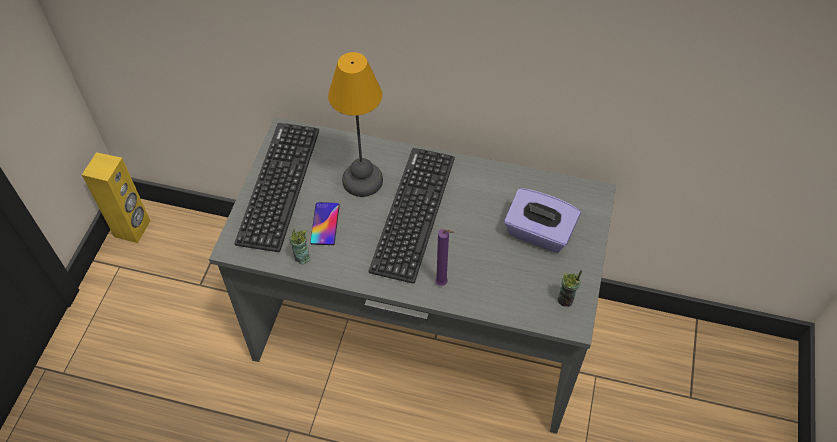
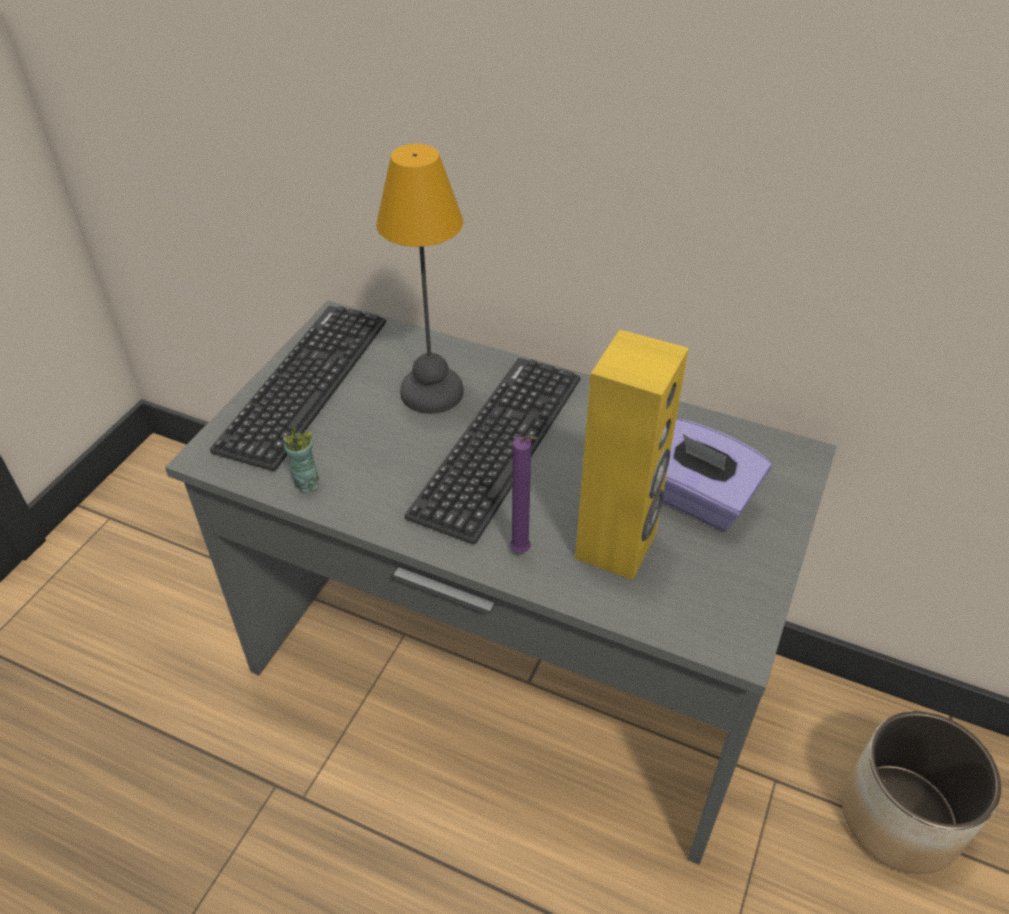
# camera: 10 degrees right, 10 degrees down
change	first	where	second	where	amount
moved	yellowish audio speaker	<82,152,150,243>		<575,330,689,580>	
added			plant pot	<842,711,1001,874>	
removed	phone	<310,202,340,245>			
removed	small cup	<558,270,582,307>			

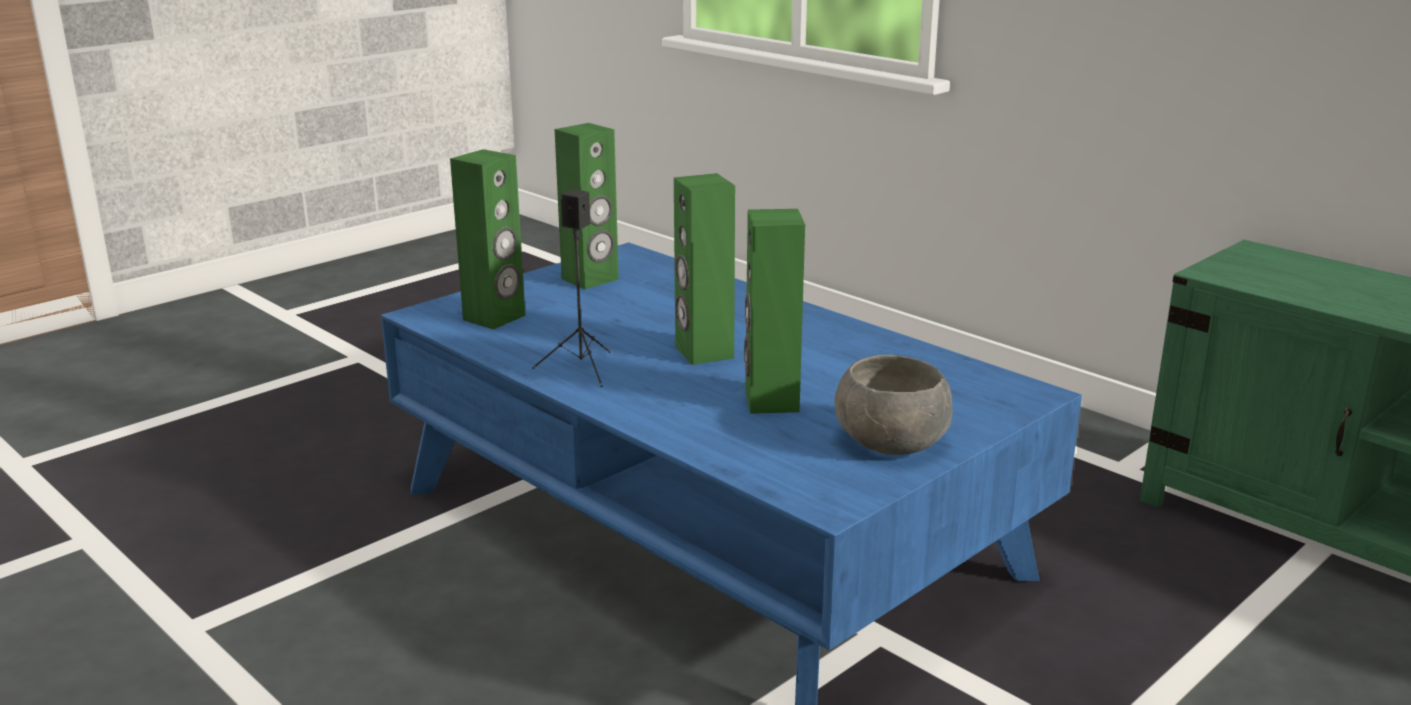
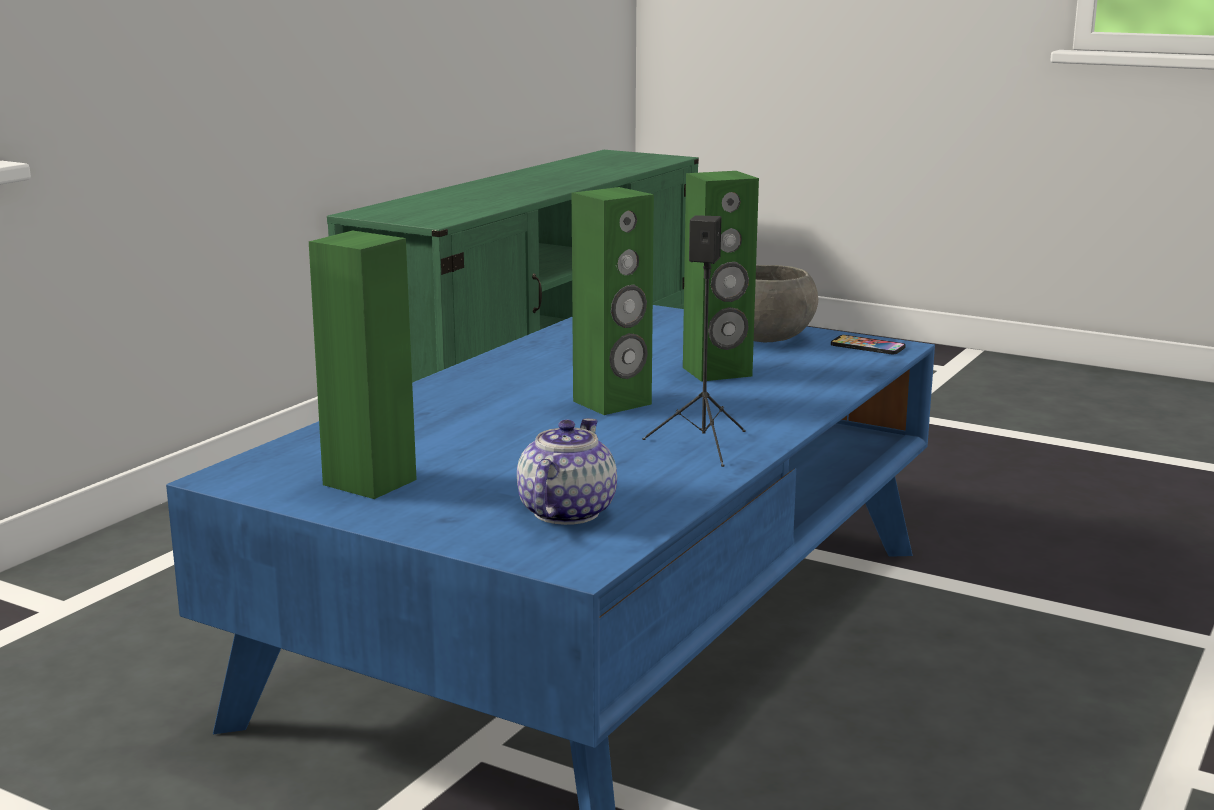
# camera: 105 degrees left, 5 degrees down
change	first	where	second	where	amount
replaced	green audio speaker	<450,149,525,330>	teapot	<517,418,617,525>	
added			phone	<831,335,906,354>	

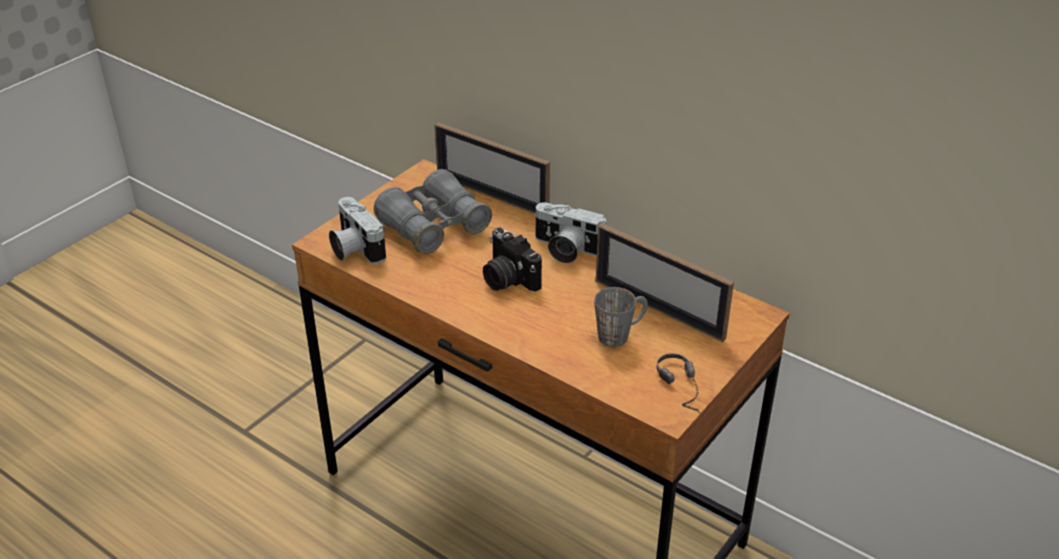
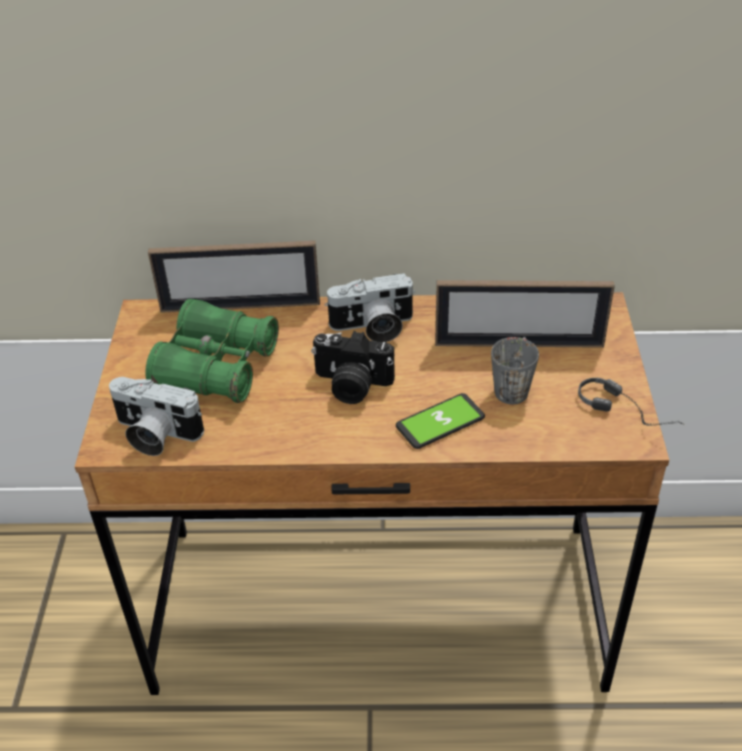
# camera: 35 degrees left, 5 degrees up
change	first	where	second	where	amount
recoloured	gray pair of binoculars	<374,169,492,254>	green pair of binoculars	<145,299,279,403>	
added			phone	<396,393,485,449>	

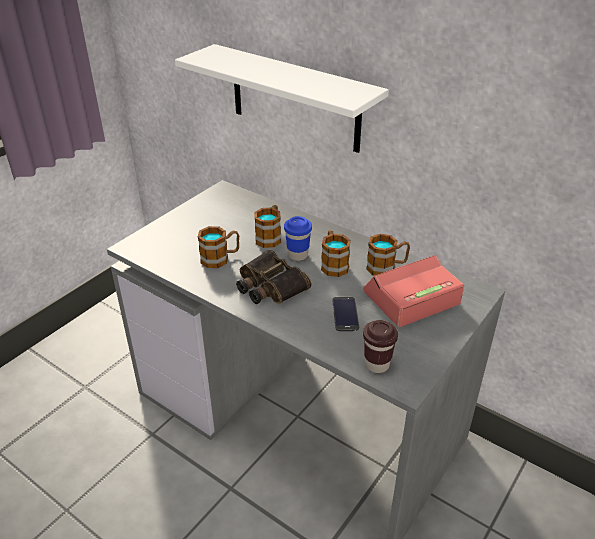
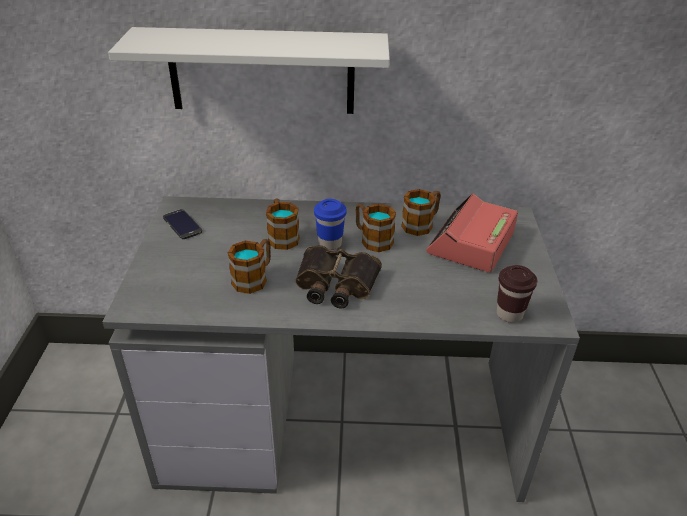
# camera: 35 degrees left, 0 degrees up
change	first	where	second	where	amount
moved	phone	<333,297,359,331>		<163,209,202,239>	

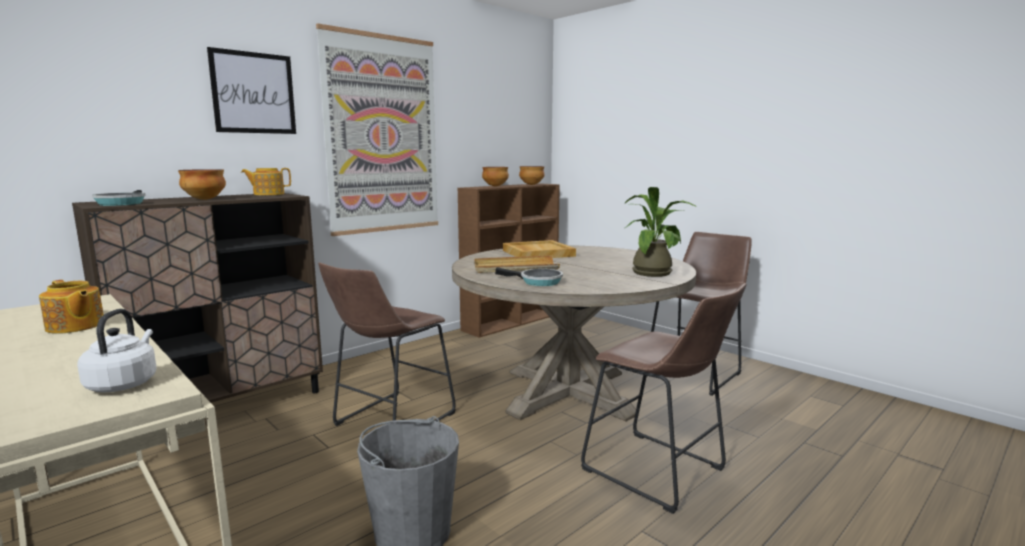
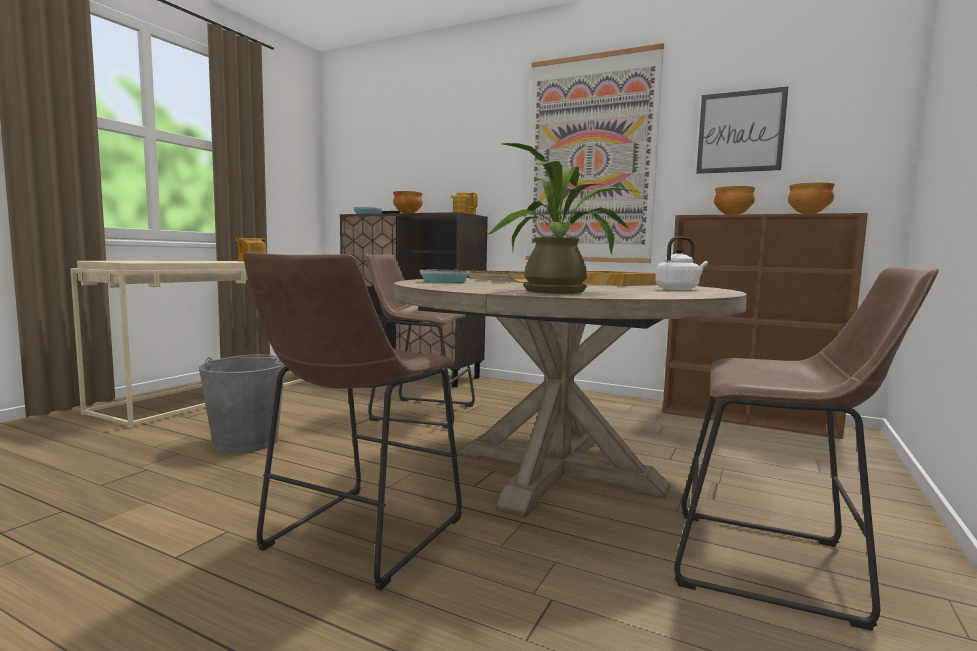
# camera: 70 degrees right, 5 degrees down
change	first	where	second	where	amount
moved	white-coloured tea kettle	<77,309,156,393>		<655,236,708,290>	
moved	picture	<207,47,296,134>		<696,86,789,174>	

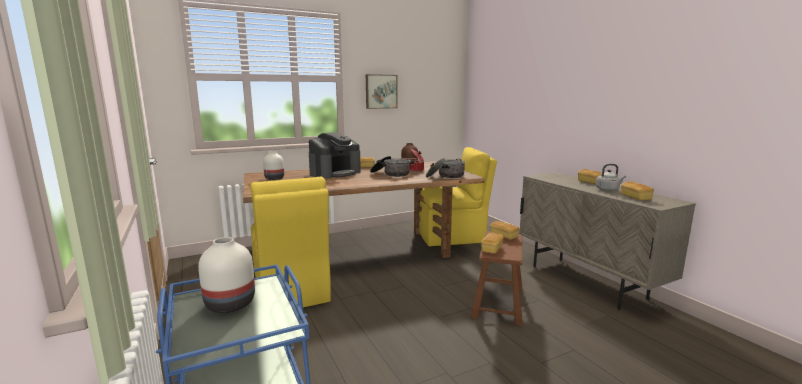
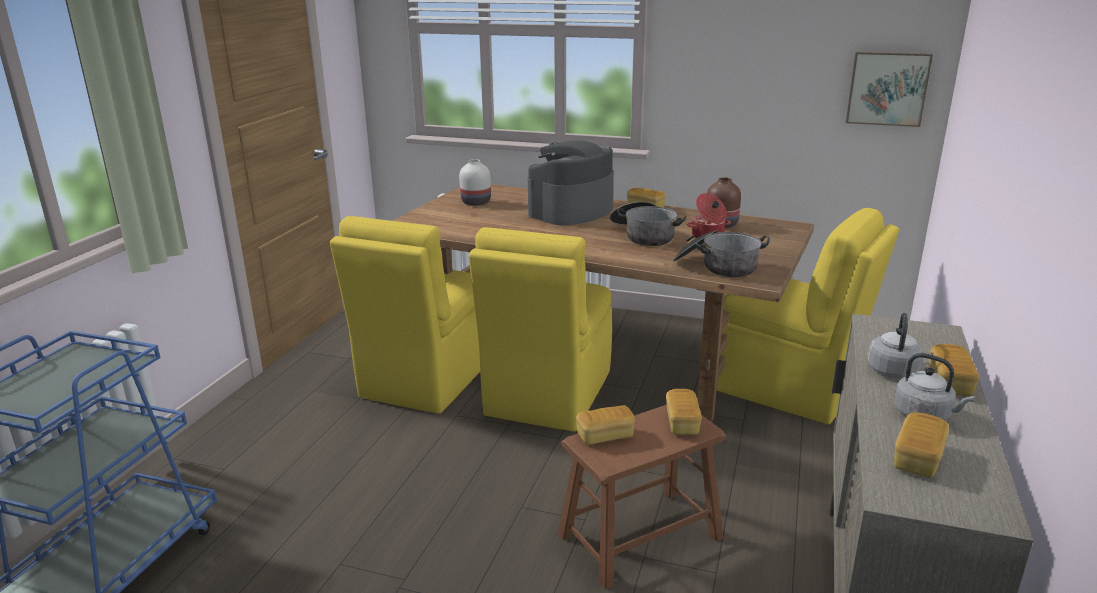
# camera: 45 degrees right, 10 degrees up
change	first	where	second	where	amount
added			yellowish plain chair	<469,227,612,432>	
turned	coffee maker	<309,132,361,179>		<528,141,614,225>	135 degrees clockwise
moved	picture	<366,74,398,109>		<846,51,933,127>	
added			gray tea kettle	<868,313,923,378>	
removed	white-coloured flower vase	<198,237,255,313>			

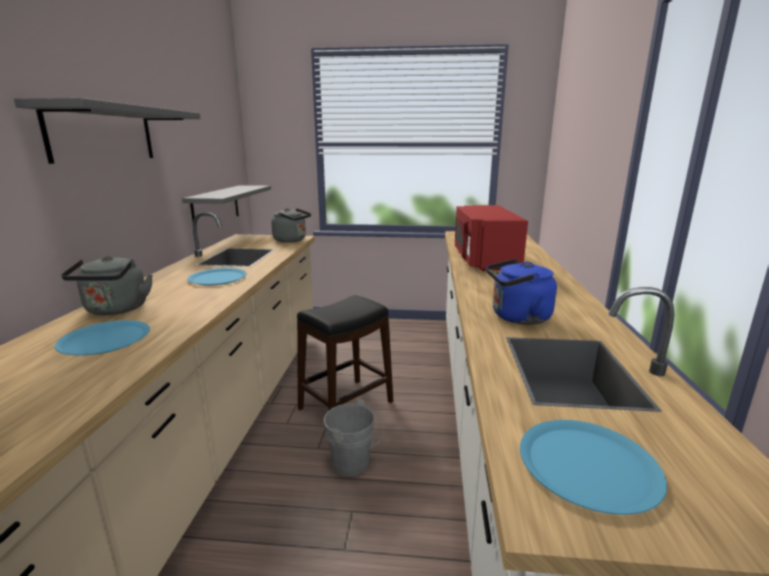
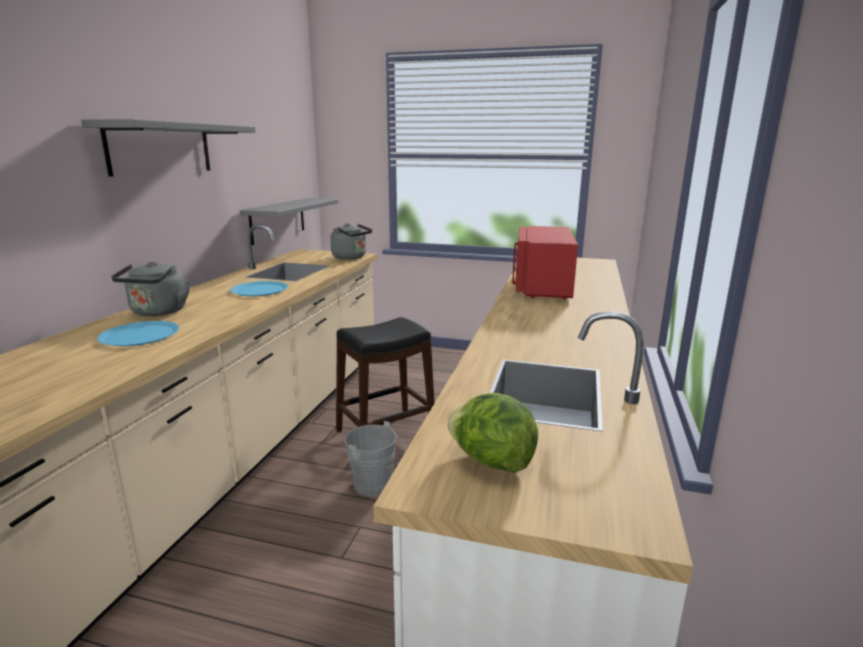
# camera: 10 degrees right, 0 degrees up
change	first	where	second	where	amount
replaced	bluish flat dish	<520,420,667,515>	head of lettuce	<447,393,538,473>	
removed	bluish tea kettle	<486,259,557,325>			

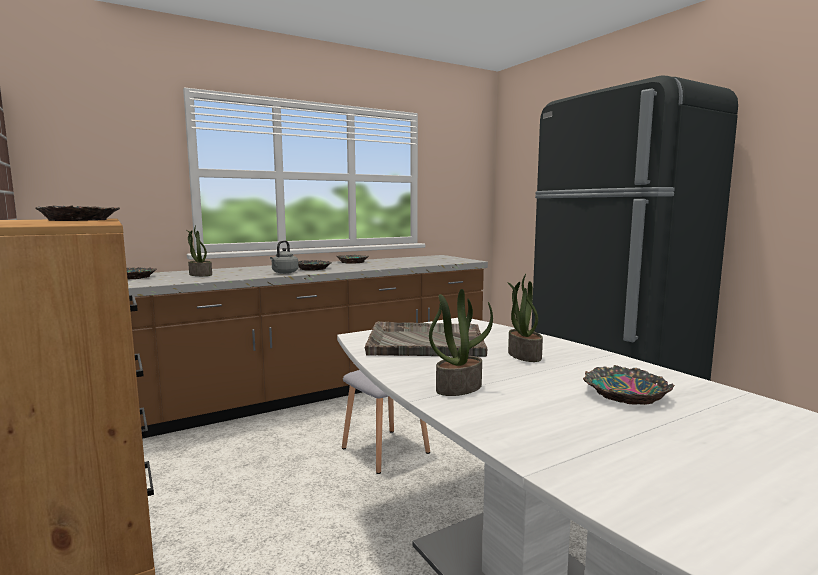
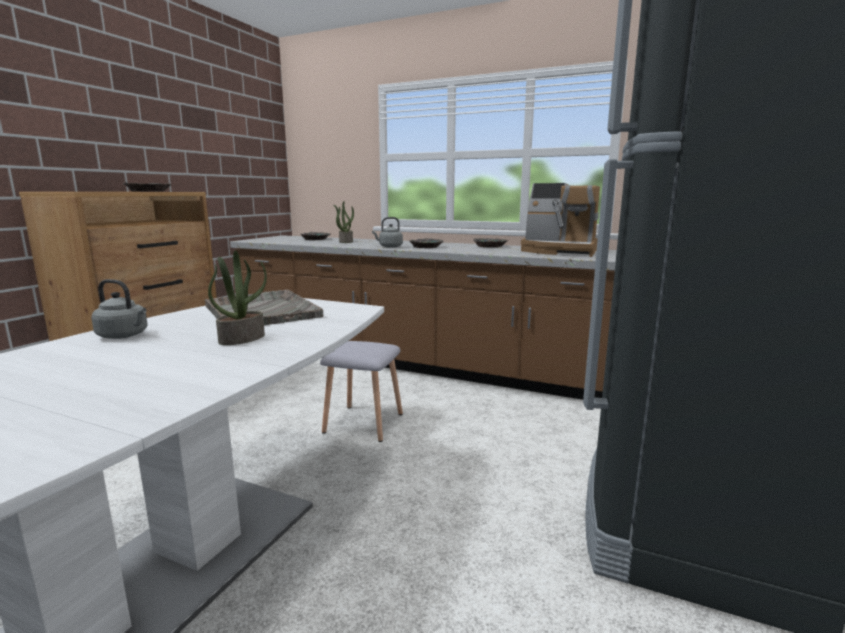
# camera: 55 degrees right, 5 degrees up
change	first	where	second	where	amount
replaced	potted plant	<429,289,493,396>	gray tea kettle	<91,279,147,339>	
added			coffee maker	<521,183,600,257>	
removed	deep dish	<583,365,675,405>			

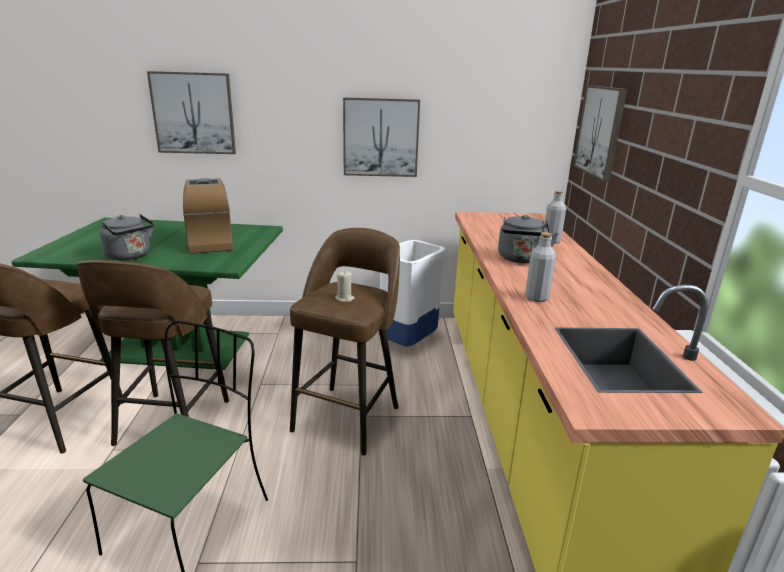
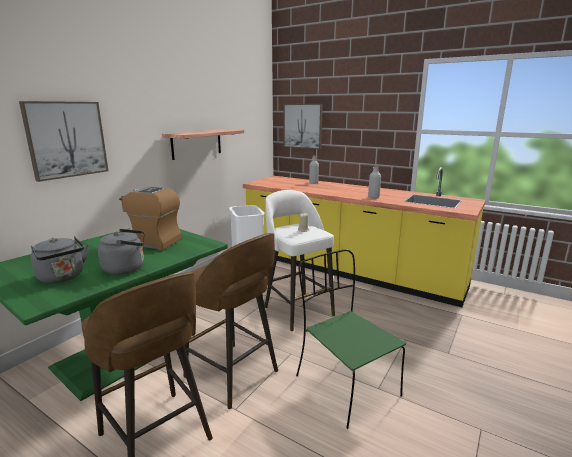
# camera: 55 degrees left, 5 degrees down
change	first	where	second	where	amount
moved	gray tea kettle	<498,215,559,263>		<31,236,89,283>	
replaced	picture	<343,97,420,177>	shelf	<162,129,244,160>	
recoloured	brown stool seat	<290,228,400,456>	white-coloured stool seat	<265,190,335,331>	

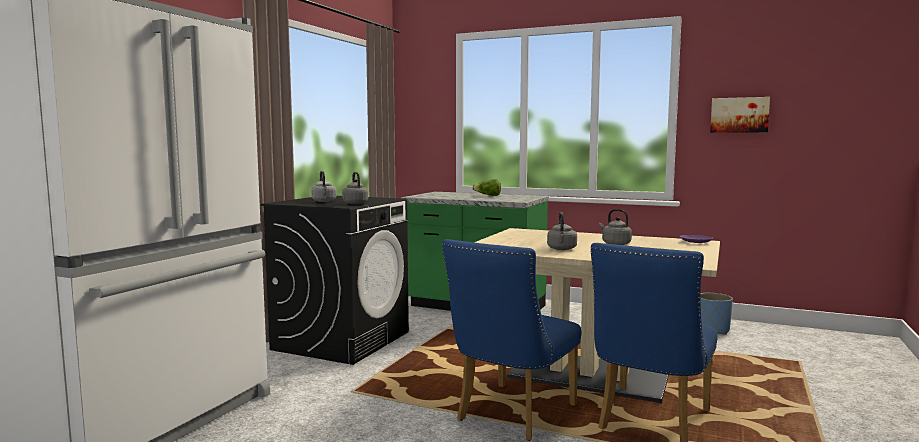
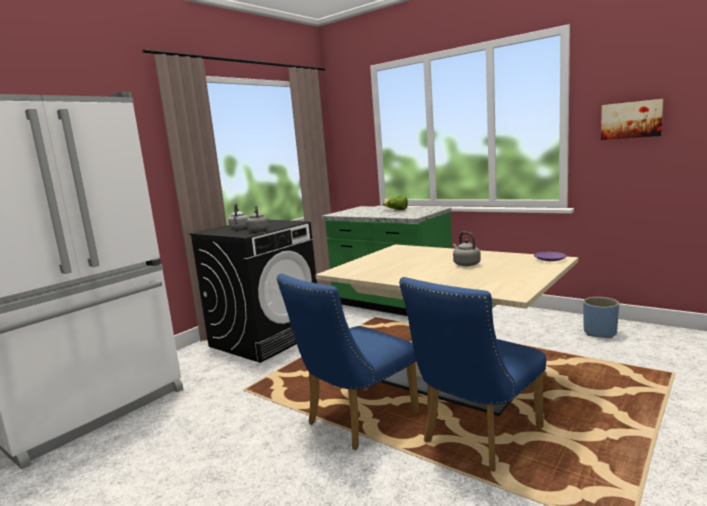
# camera: 15 degrees right, 5 degrees up
change	first	where	second	where	amount
removed	gray tea kettle	<547,212,577,250>			

